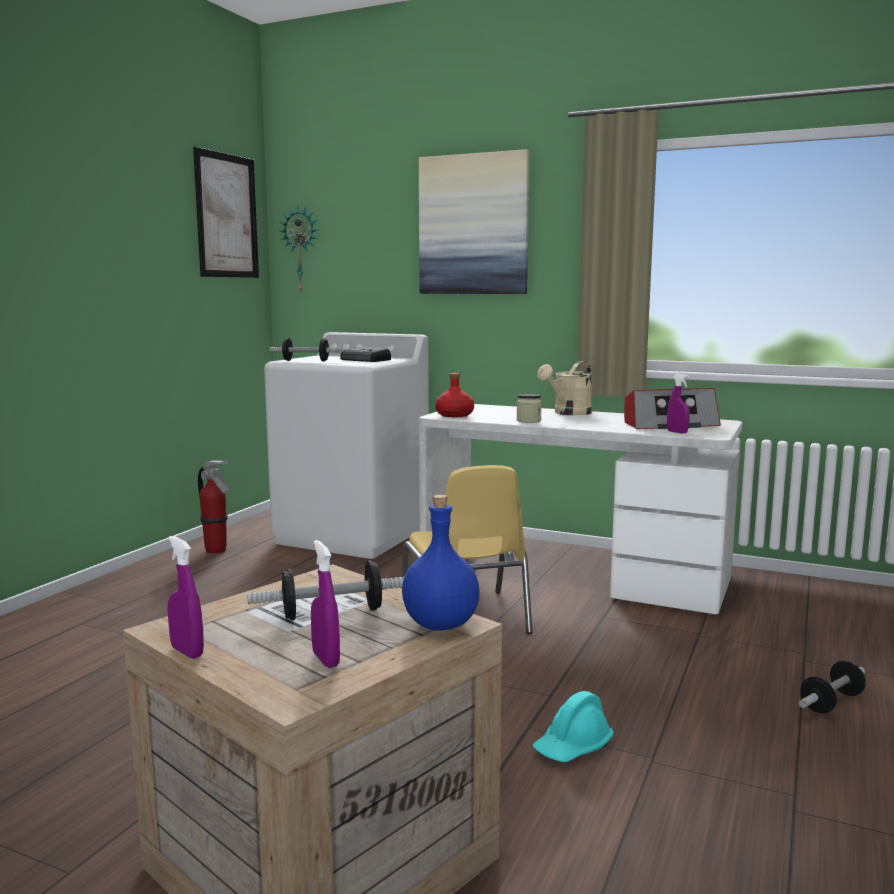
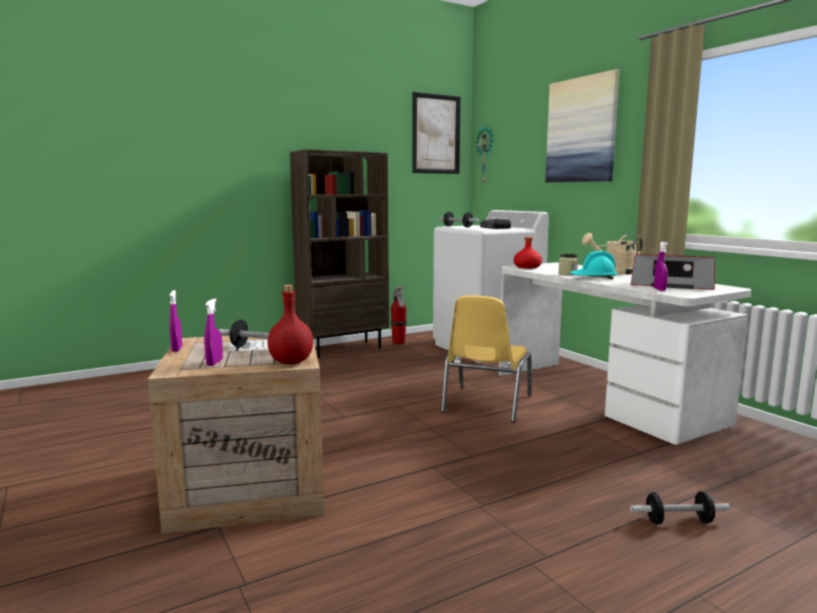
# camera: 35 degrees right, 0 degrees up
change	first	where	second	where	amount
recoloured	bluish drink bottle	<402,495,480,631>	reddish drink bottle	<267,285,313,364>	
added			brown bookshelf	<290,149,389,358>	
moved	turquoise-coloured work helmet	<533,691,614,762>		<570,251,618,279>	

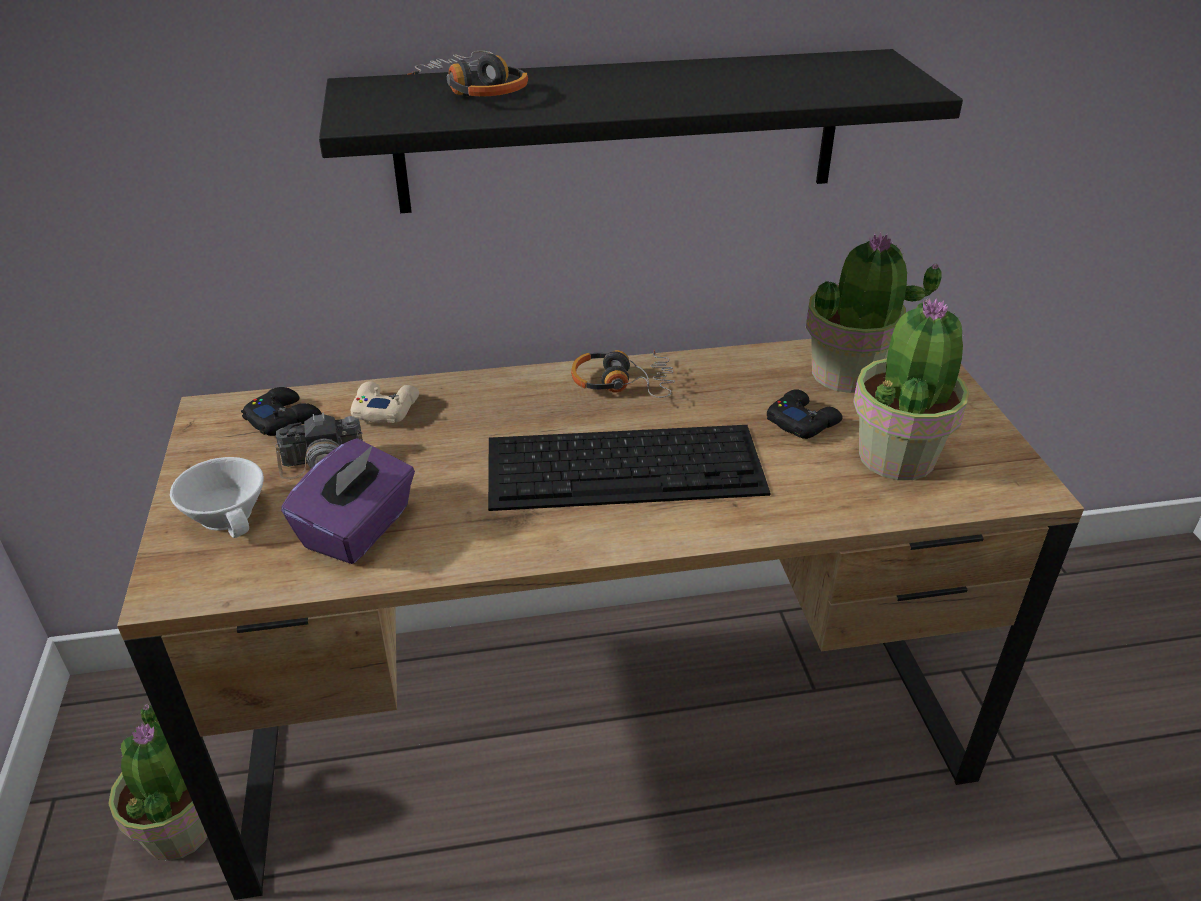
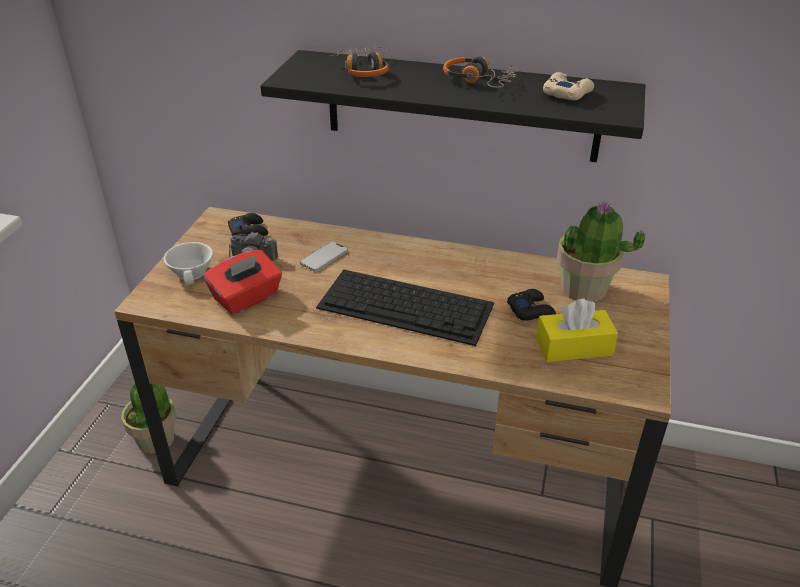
# camera: 25 degrees right, 0 degrees up
change	first	where	second	where	amount
recoloured	purple tissue holder	<281,438,415,564>	reddish tissue holder	<203,250,282,315>	
added			phone	<300,241,348,272>	
moved	pair of headphones	<571,349,675,398>		<443,56,518,88>	
replaced	potted plant	<853,298,969,480>	yellowish tissue holder	<536,299,618,362>	
moved	beige-coloured joypad	<351,381,419,423>		<543,72,594,101>	

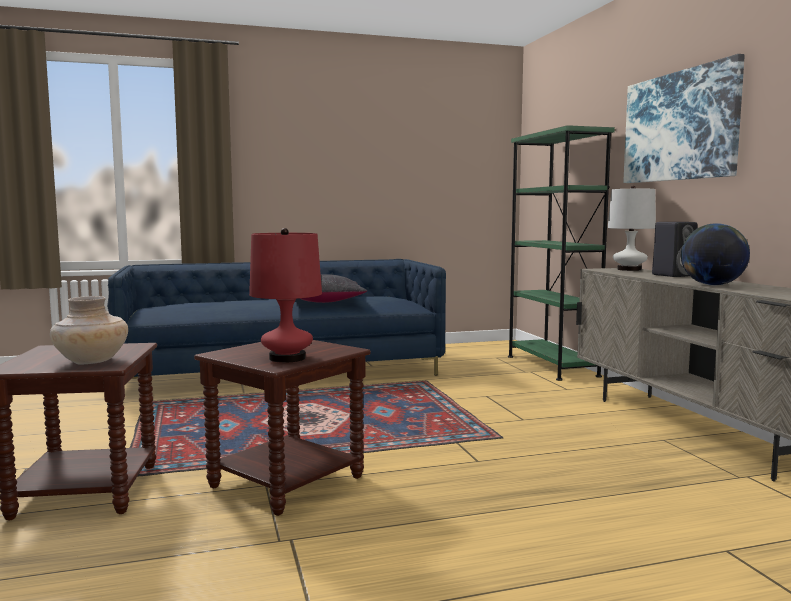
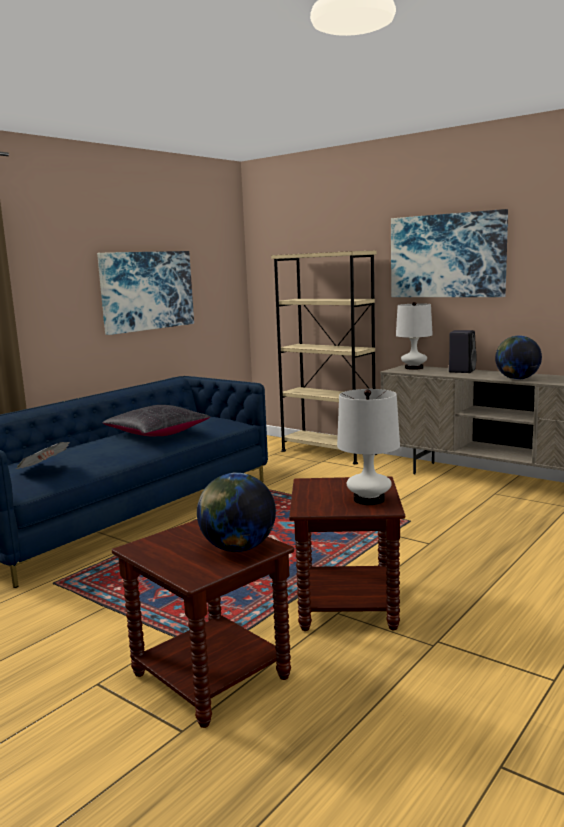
# camera: 35 degrees left, 5 degrees up
change	first	where	second	where	amount
added			newspaper	<16,442,70,469>	
added			picture	<97,251,194,335>	
replaced	beige-coloured flower vase	<50,296,128,365>	world globe	<197,473,276,552>	
recoloured	green bookshelf	<508,125,615,381>	beige-coloured bookshelf	<271,251,377,464>	
recoloured	reddish tabletop lamp	<249,228,322,363>	white-coloured tabletop lamp	<337,389,400,505>	

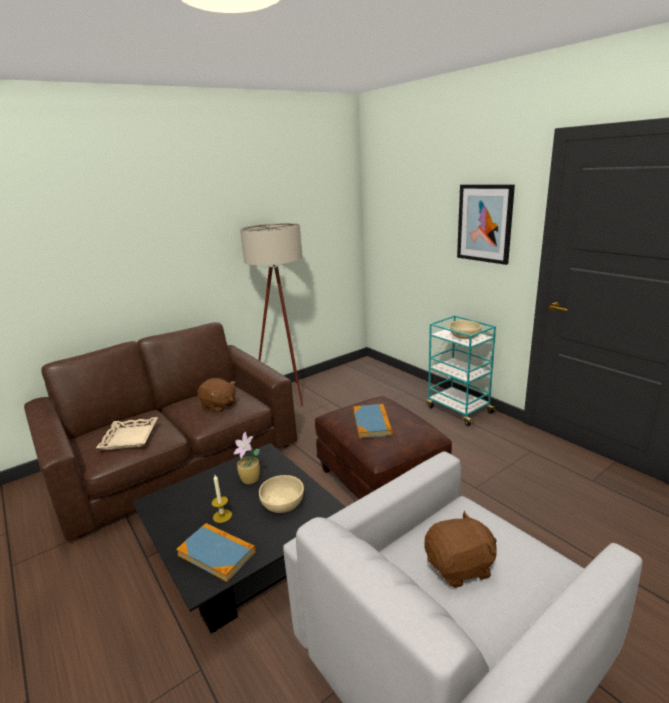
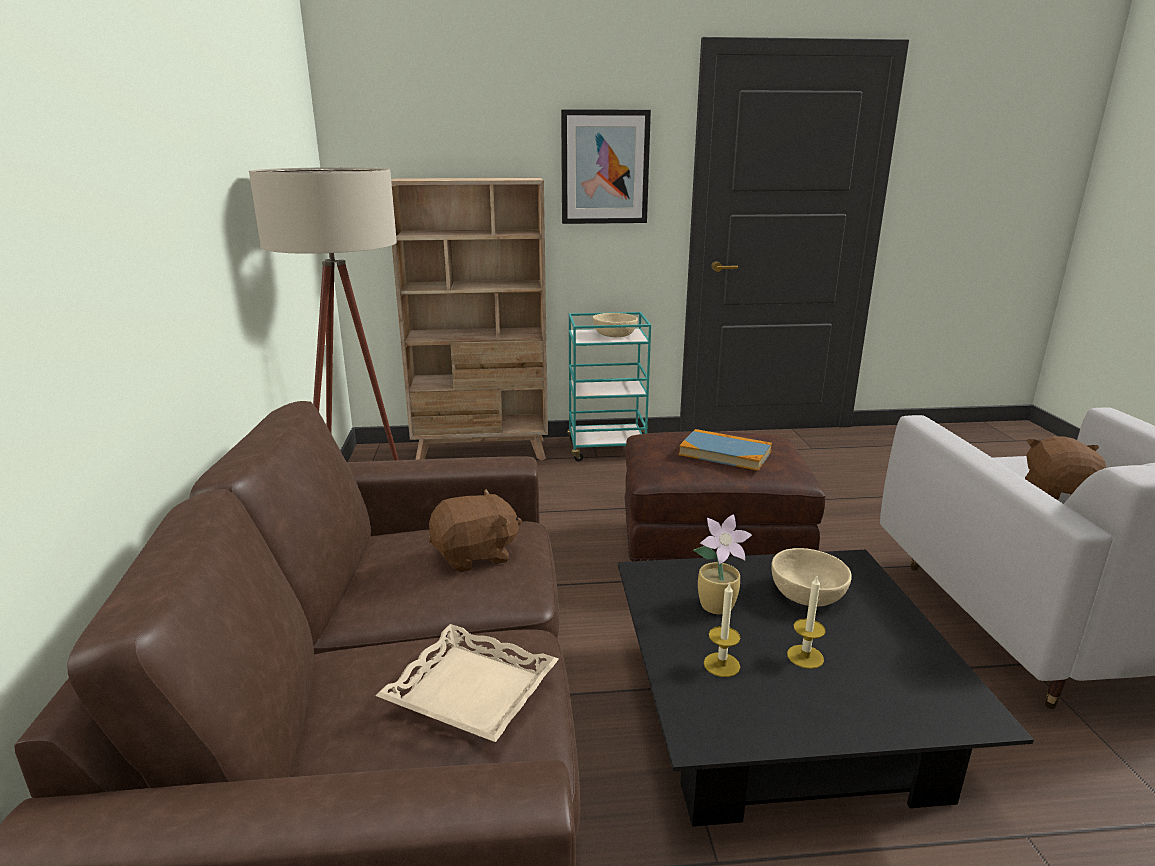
# camera: 60 degrees left, 0 degrees up
change	first	where	second	where	amount
added			beige-coloured bookshelf	<391,178,548,461>	
added			candle	<704,582,740,677>	
removed	bound book	<176,523,256,582>			

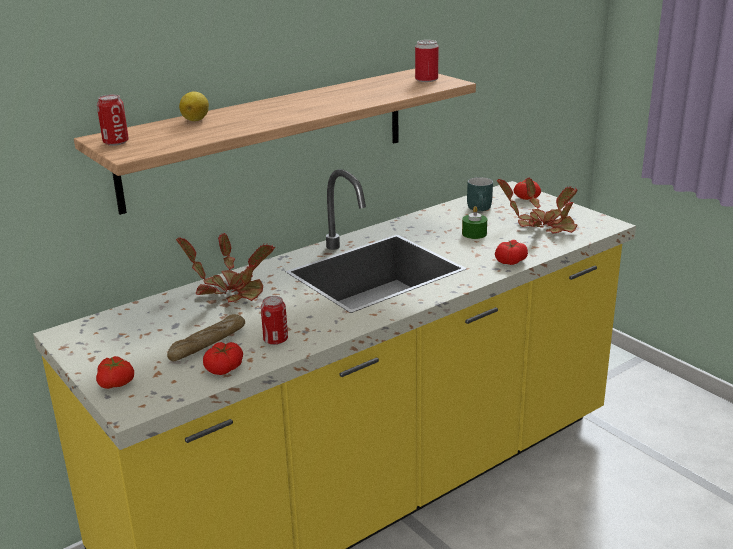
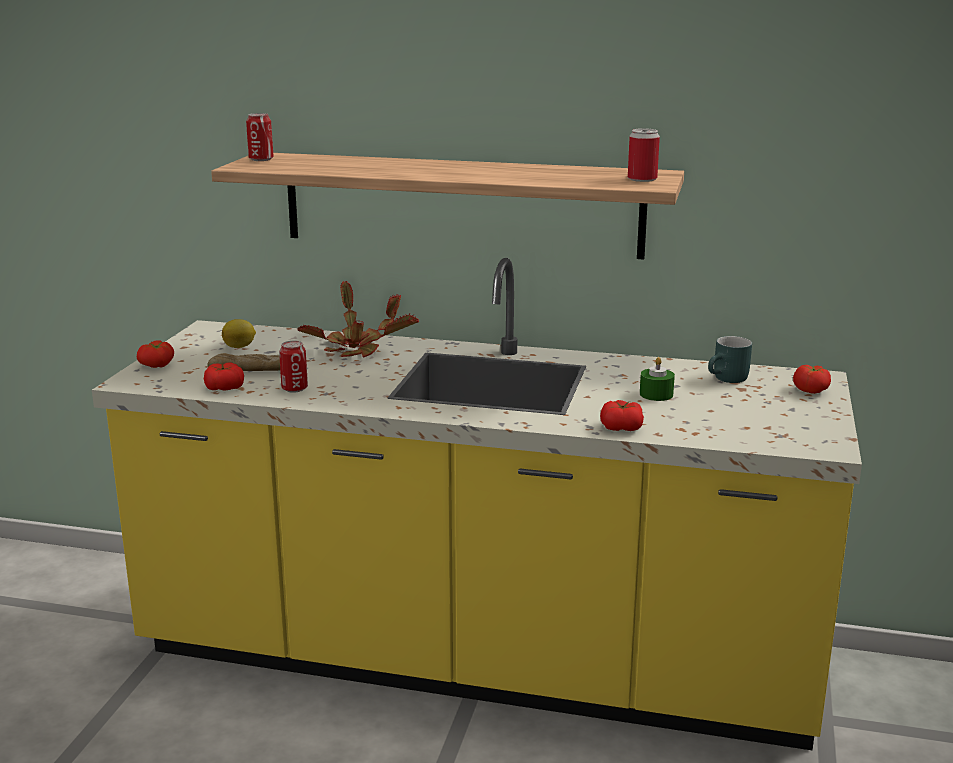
# camera: 50 degrees right, 5 degrees down
change	first	where	second	where	amount
moved	whole lemon	<179,92,209,121>		<222,319,256,348>	
removed	potted plant	<497,177,578,233>			

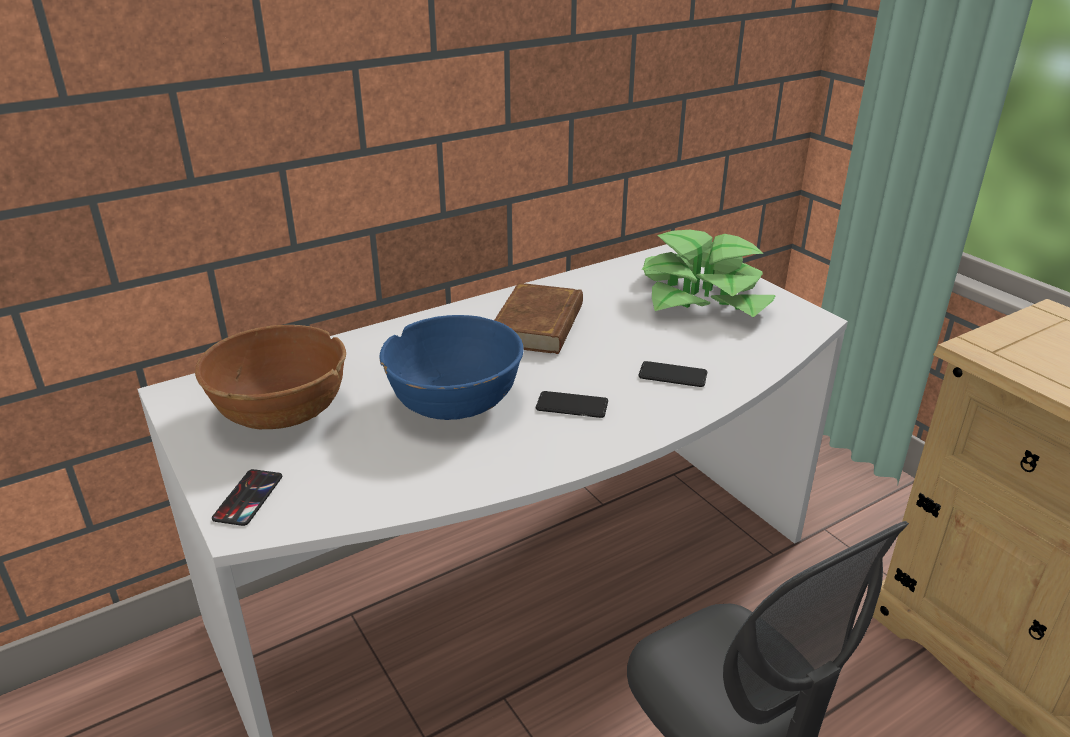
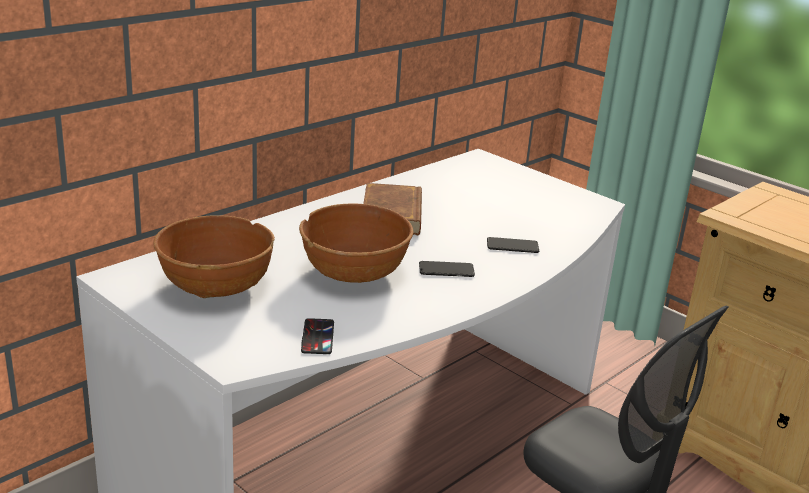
# camera: 15 degrees left, 5 degrees down
change	first	where	second	where	amount
recoloured	bluish deep dish	<380,315,523,420>	brown deep dish	<299,204,413,283>	
moved	phone	<212,469,282,526>		<301,318,334,354>	
removed	potted plant	<641,230,775,317>			

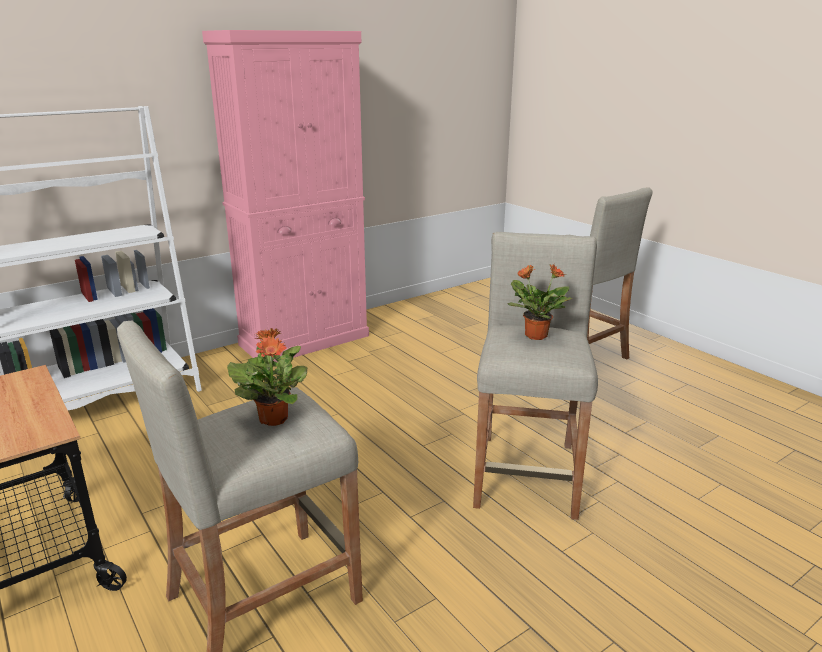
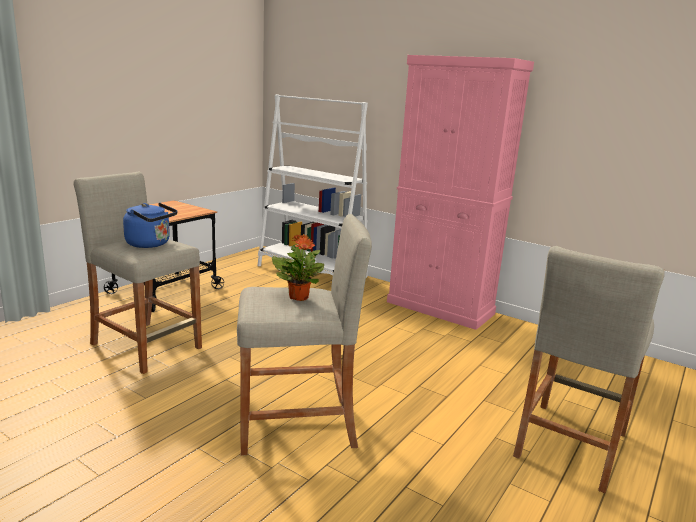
# camera: 70 degrees right, 5 degrees down
change	first	where	second	where	amount
replaced	potted plant	<227,328,307,426>	bluish tea kettle	<123,203,177,248>	

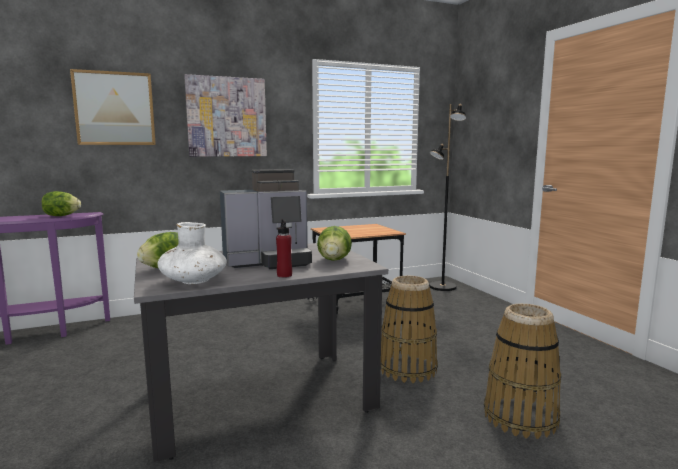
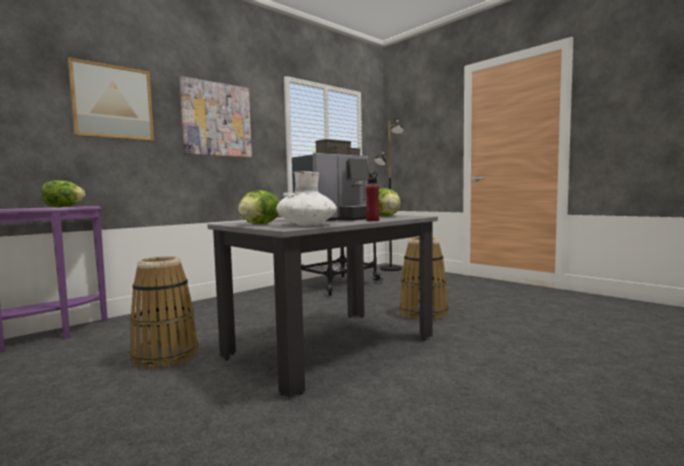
# camera: 20 degrees left, 5 degrees down
change	first	where	second	where	amount
moved	household basket	<484,304,561,439>		<130,256,198,370>	

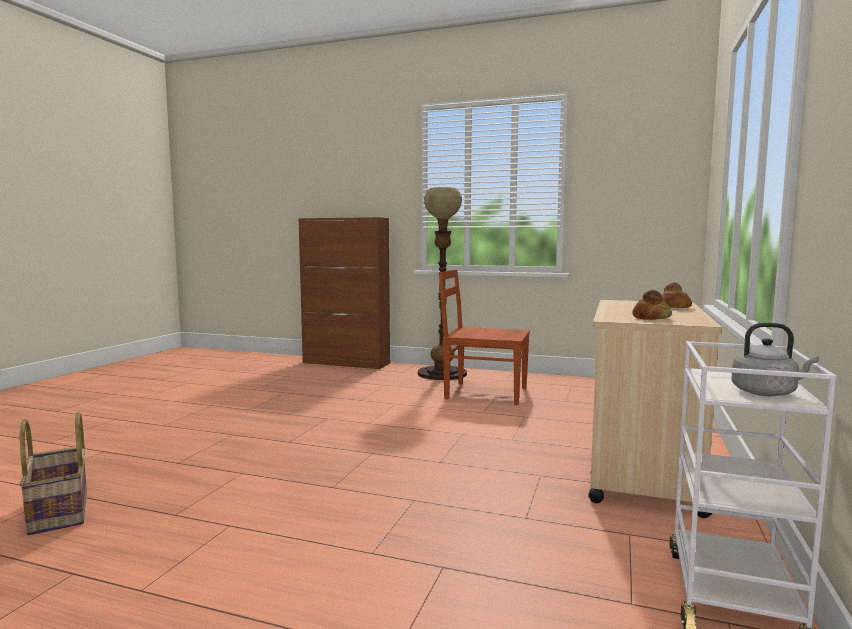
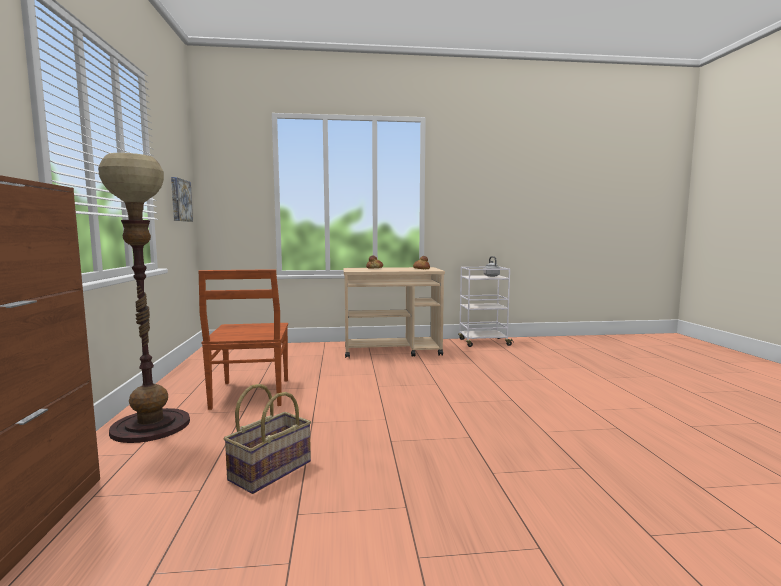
# camera: 115 degrees left, 0 degrees up
change	first	where	second	where	amount
added			picture	<171,177,193,222>	
moved	household basket	<19,412,87,535>		<224,384,311,494>	

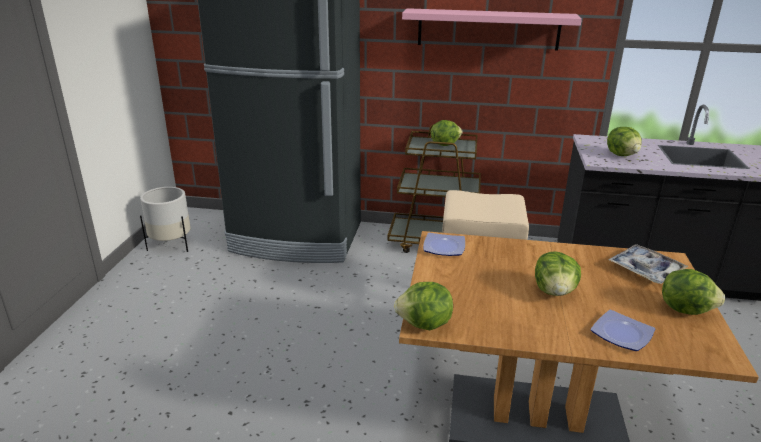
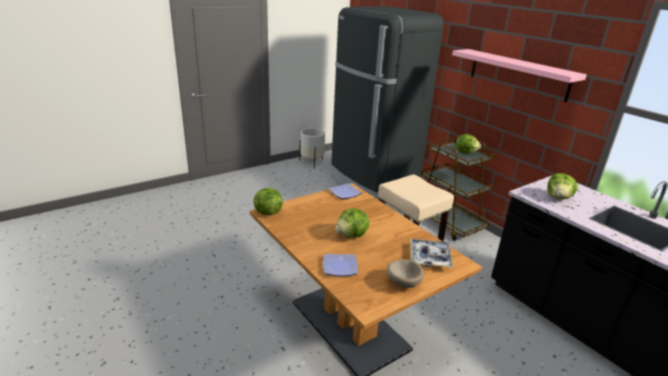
# camera: 45 degrees right, 0 degrees up
change	first	where	second	where	amount
replaced	head of lettuce	<662,269,725,315>	beige-coloured deep dish	<386,259,424,288>	

